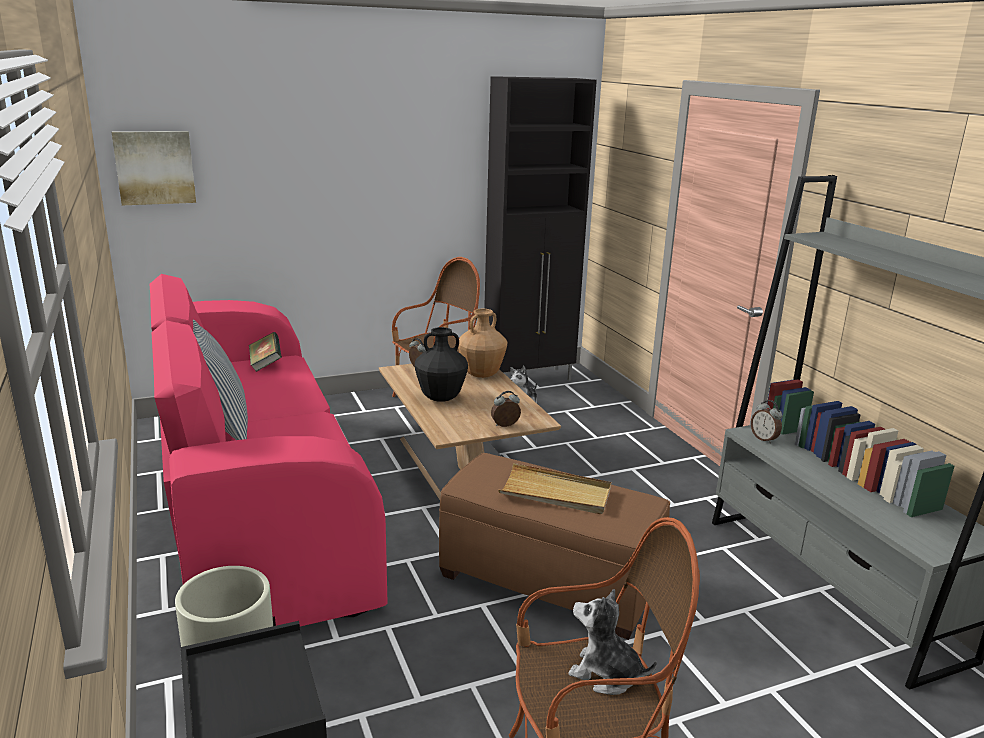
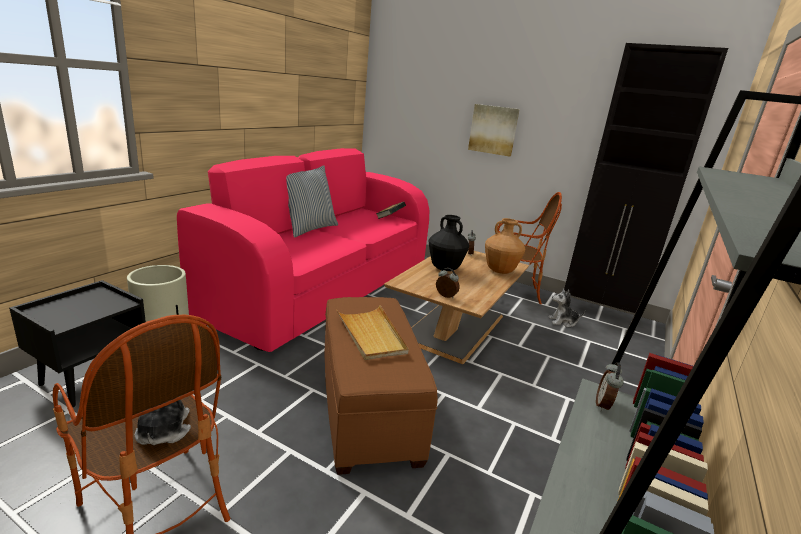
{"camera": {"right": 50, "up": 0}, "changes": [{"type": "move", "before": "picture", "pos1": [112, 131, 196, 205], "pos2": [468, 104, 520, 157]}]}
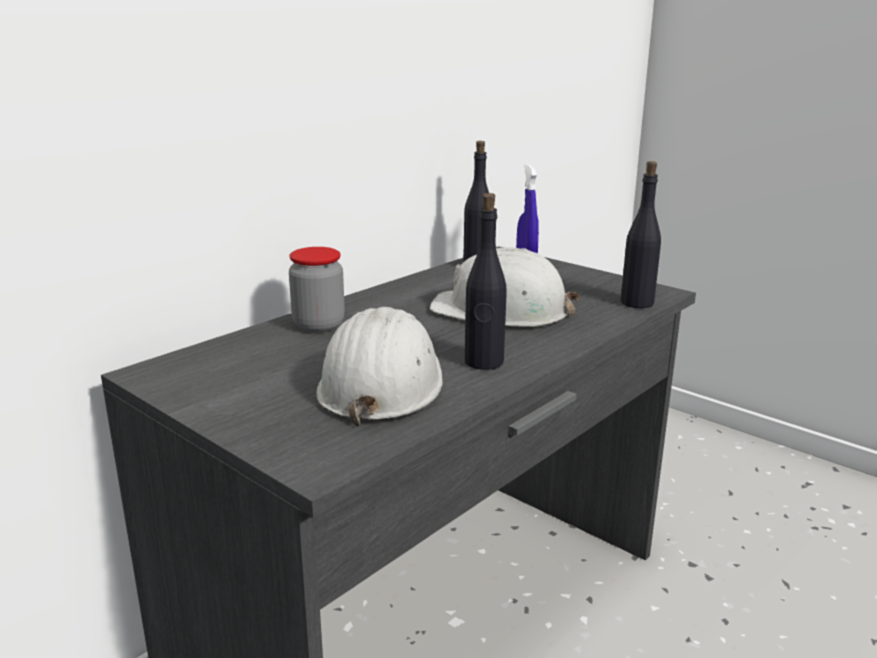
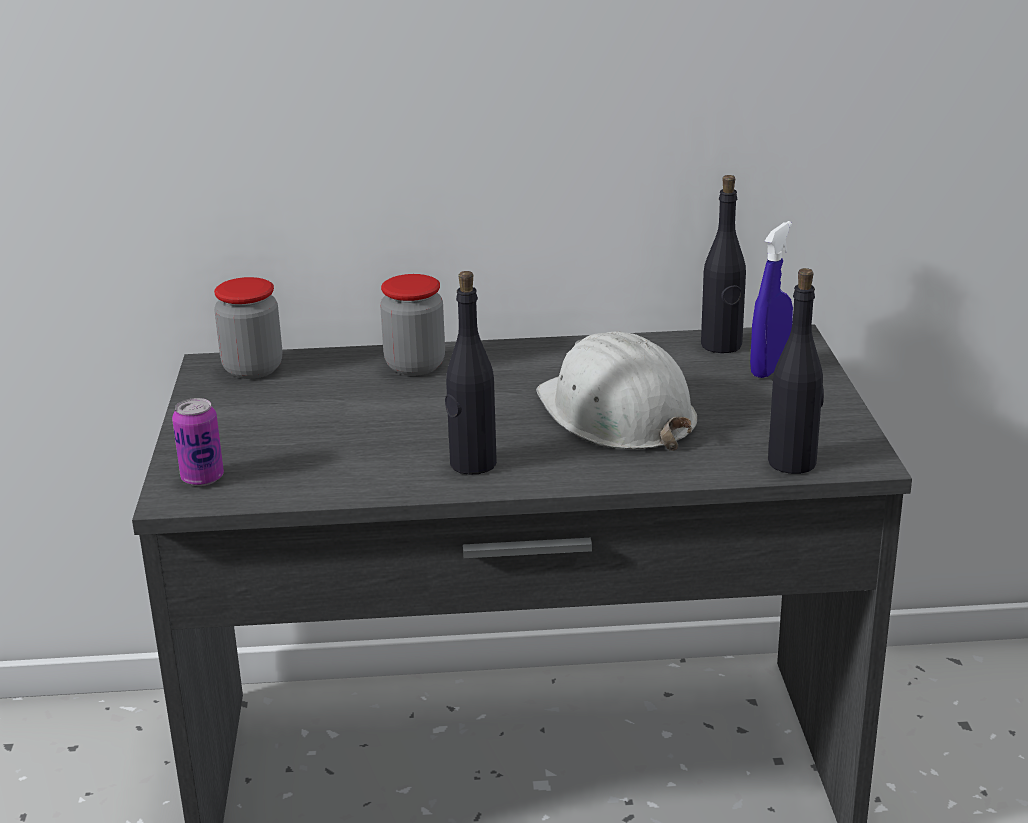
{"camera": {"right": 45, "up": 5}, "changes": [{"type": "delete", "before": "white hard hat", "pos1": [316, 307, 443, 427]}, {"type": "insert", "after": "can", "pos2": [172, 398, 224, 486]}, {"type": "insert", "after": "jar", "pos2": [214, 277, 282, 379]}]}
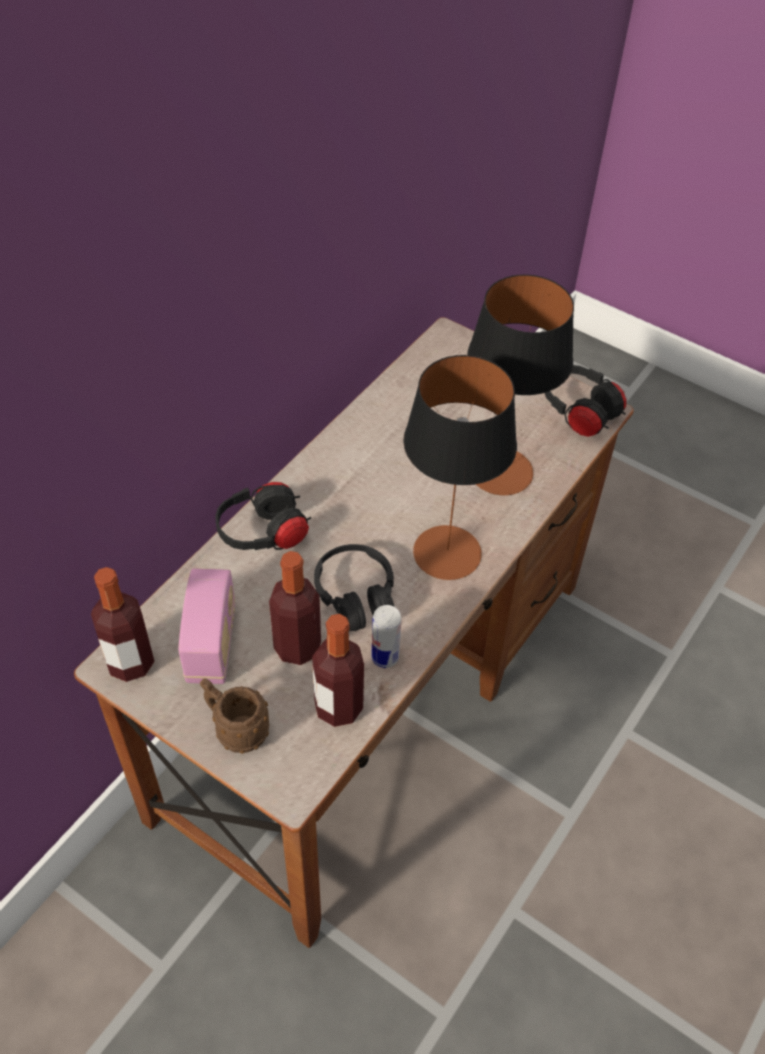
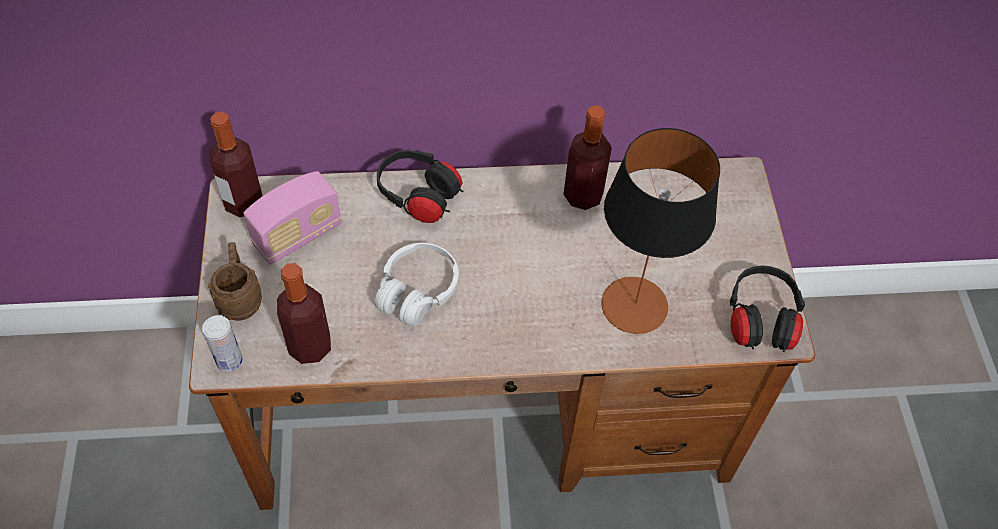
{"camera": {"right": 50, "up": 5}, "changes": [{"type": "delete", "before": "table lamp", "pos1": [403, 355, 517, 580]}, {"type": "move", "before": "bottle", "pos1": [269, 551, 321, 665], "pos2": [563, 105, 612, 210]}, {"type": "move", "before": "can", "pos1": [371, 605, 402, 668], "pos2": [202, 315, 243, 372]}, {"type": "recolor", "before": "black headphones", "after": "white headphones", "pos1": [314, 544, 394, 631], "pos2": [374, 243, 459, 326]}]}
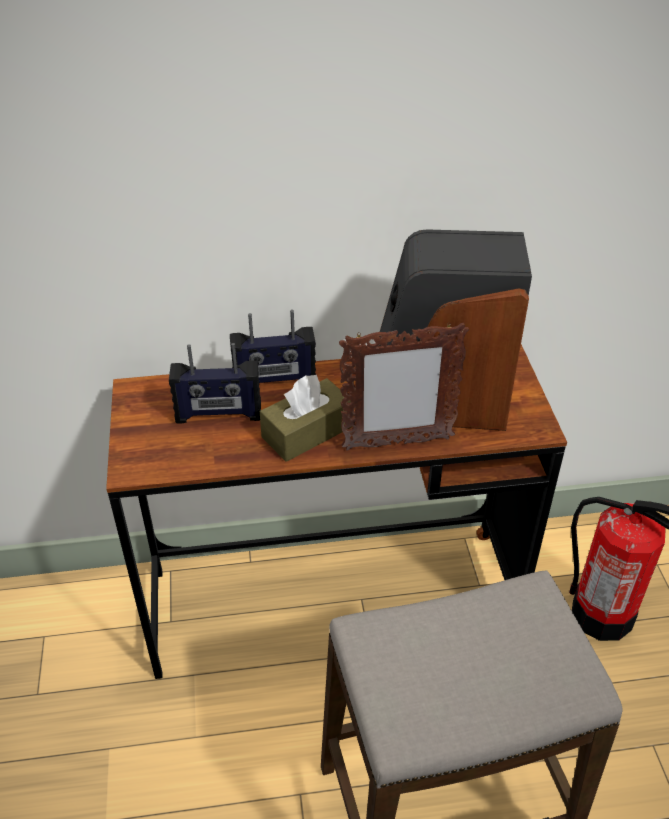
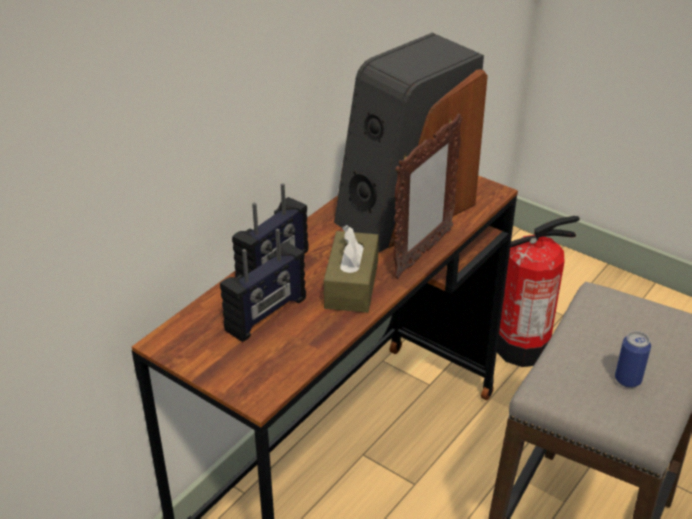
{"camera": {"right": -45, "up": -5}, "changes": [{"type": "insert", "after": "can", "pos2": [615, 331, 651, 388]}]}
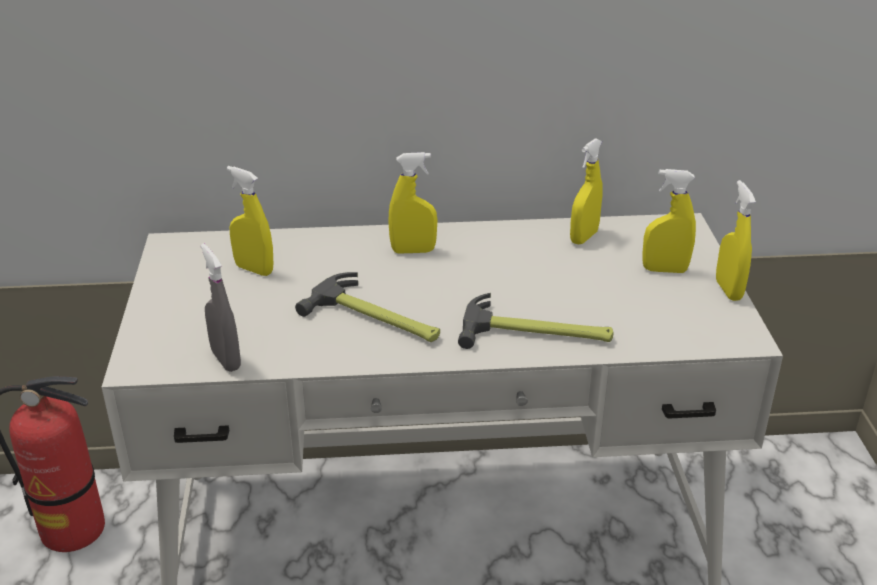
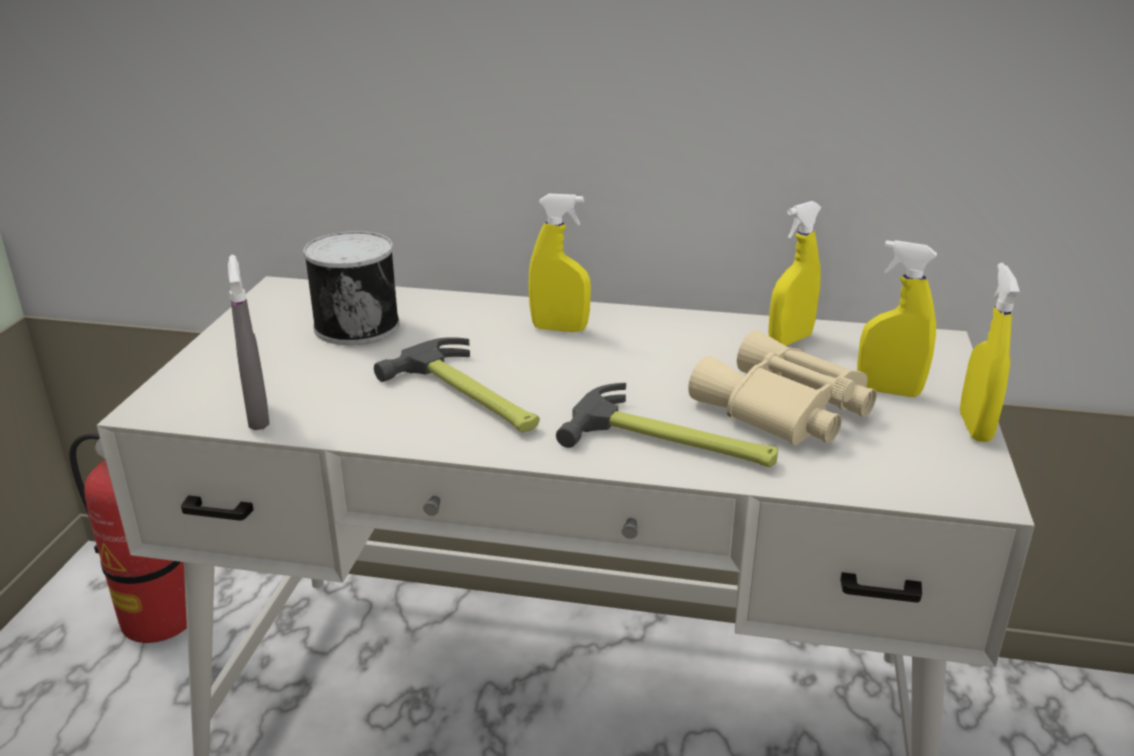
{"camera": {"right": 15, "up": -5}, "changes": [{"type": "insert", "after": "beige binoculars", "pos2": [688, 330, 876, 445]}, {"type": "replace", "before": "yellow spray bottle", "after": "can", "pos1": [227, 166, 273, 276], "pos2": [303, 231, 399, 345]}]}
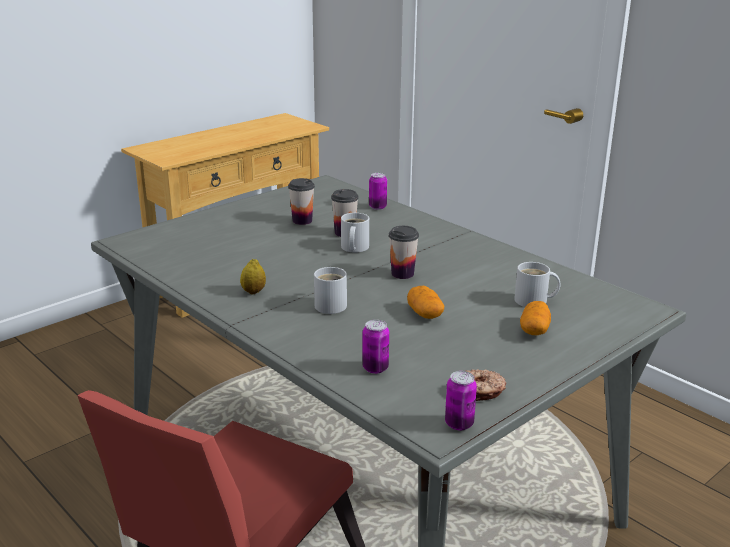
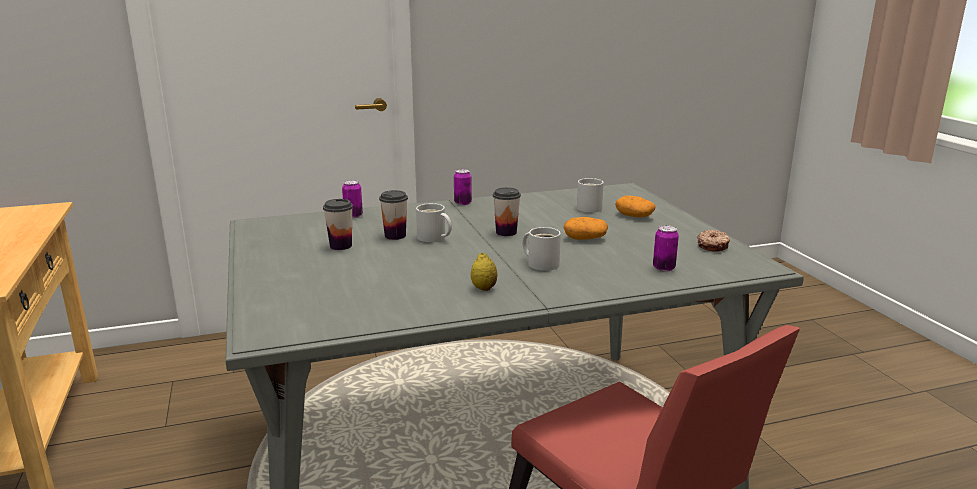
{"camera": {"right": -65, "up": -5}, "changes": [{"type": "move", "before": "can", "pos1": [445, 371, 477, 430], "pos2": [454, 169, 472, 205]}]}
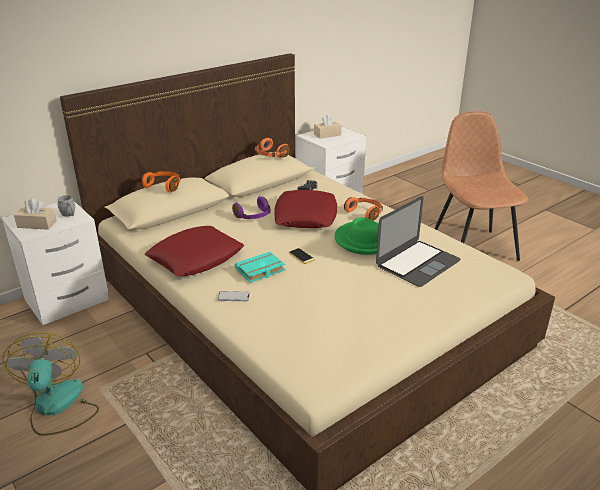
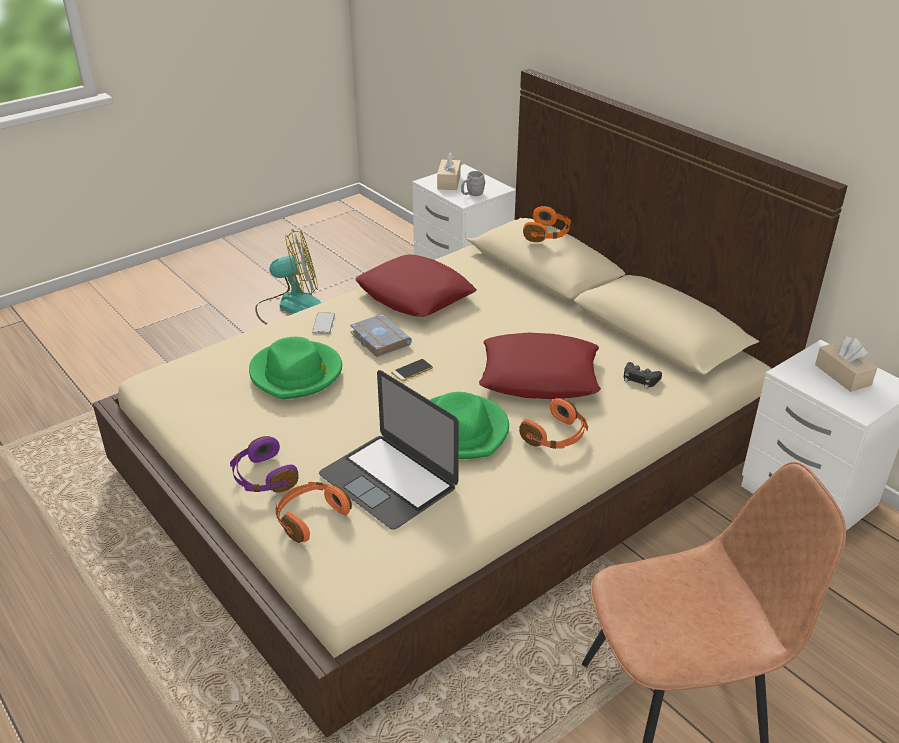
{"camera": {"right": 90, "up": 5}, "changes": [{"type": "insert", "after": "green hat", "pos2": [249, 337, 342, 399]}, {"type": "move", "before": "purple headphones", "pos1": [232, 196, 271, 219], "pos2": [230, 436, 298, 493]}, {"type": "move", "before": "orange headphones", "pos1": [255, 138, 290, 158], "pos2": [275, 482, 352, 543]}, {"type": "recolor", "before": "turquoise book", "after": "grey book", "pos1": [235, 252, 285, 283], "pos2": [350, 314, 412, 357]}]}
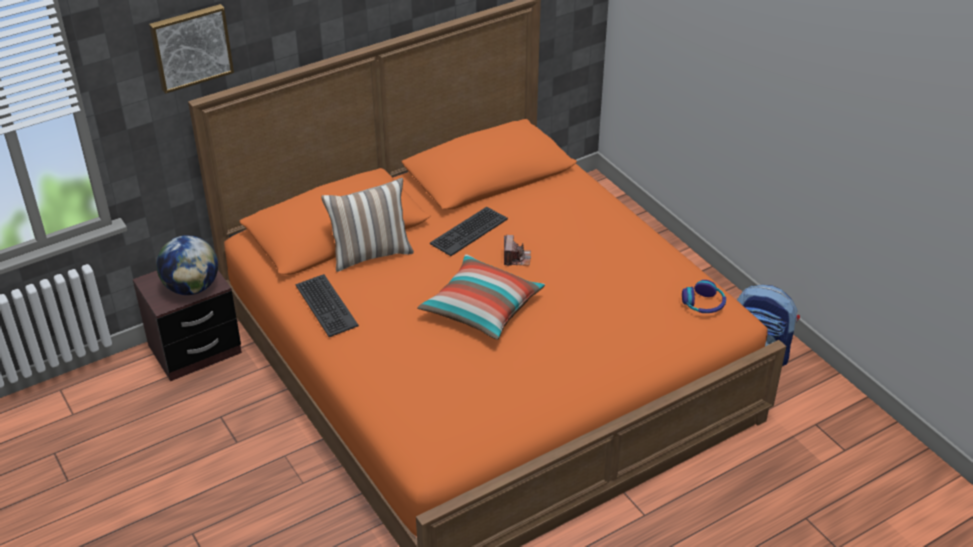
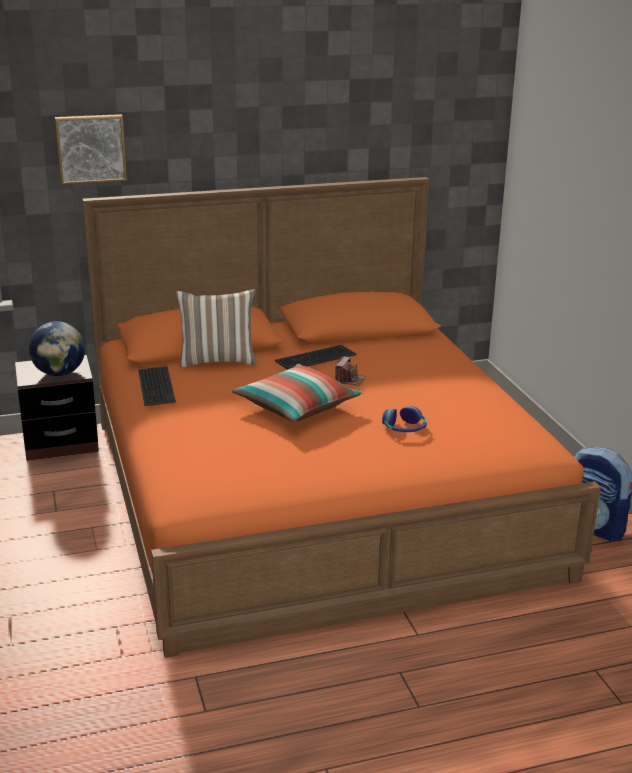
{"camera": {"right": 15, "up": -15}, "changes": [{"type": "move", "before": "headphones", "pos1": [682, 280, 726, 313], "pos2": [382, 406, 427, 432]}]}
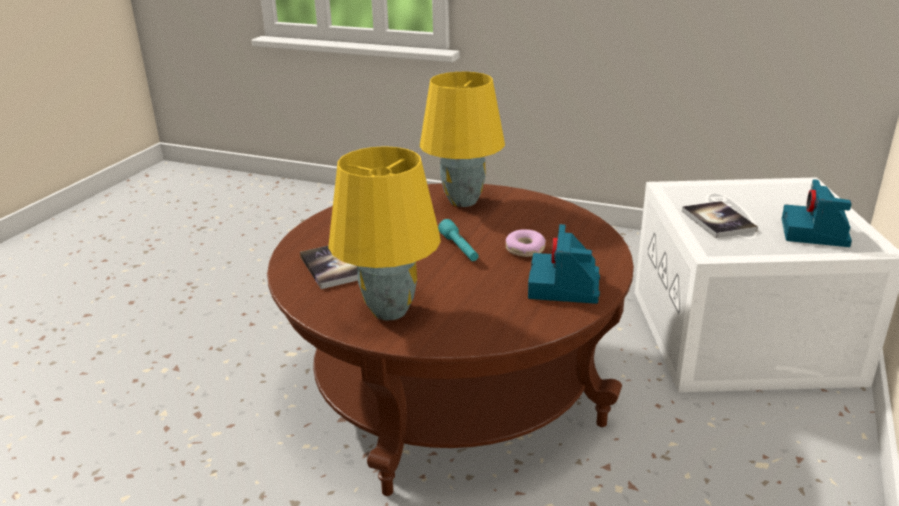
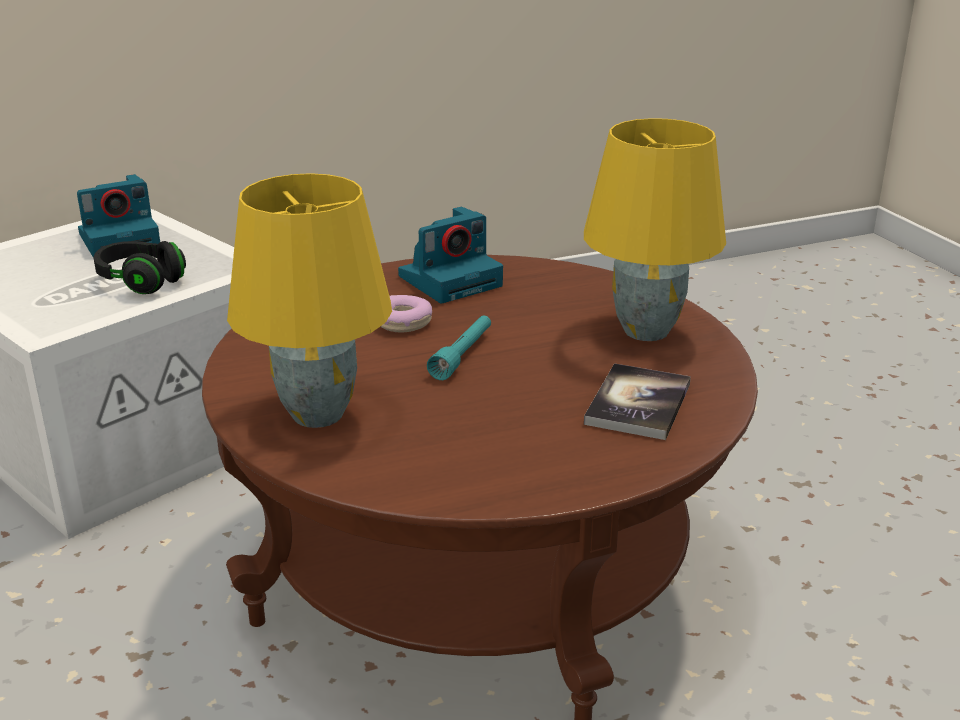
{"camera": {"right": -135, "up": 0}, "changes": [{"type": "replace", "before": "book", "after": "black headphones", "pos1": [682, 201, 758, 238], "pos2": [94, 241, 186, 294]}]}
